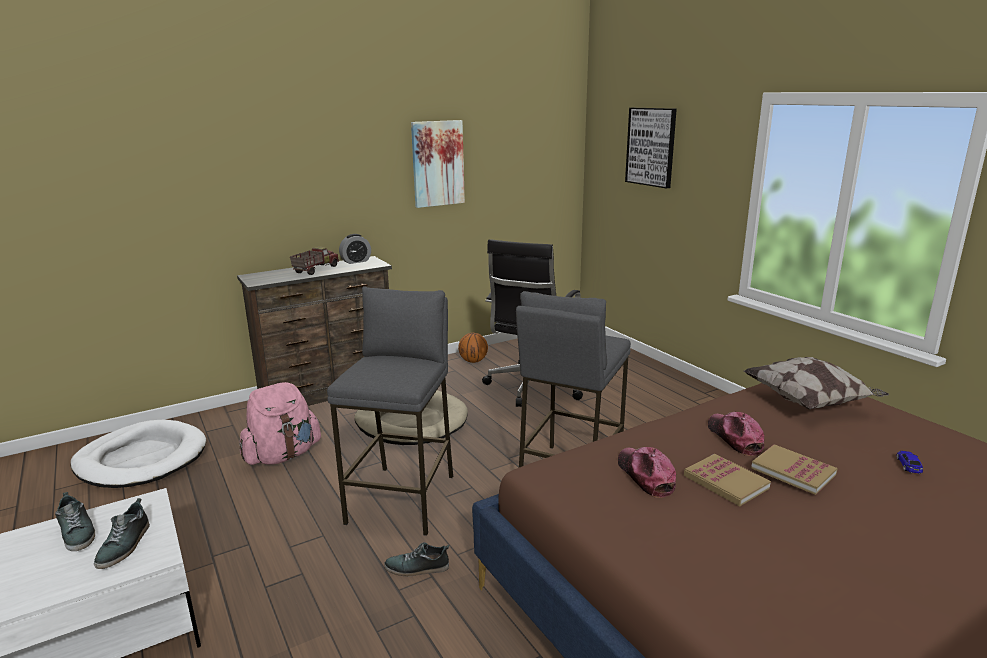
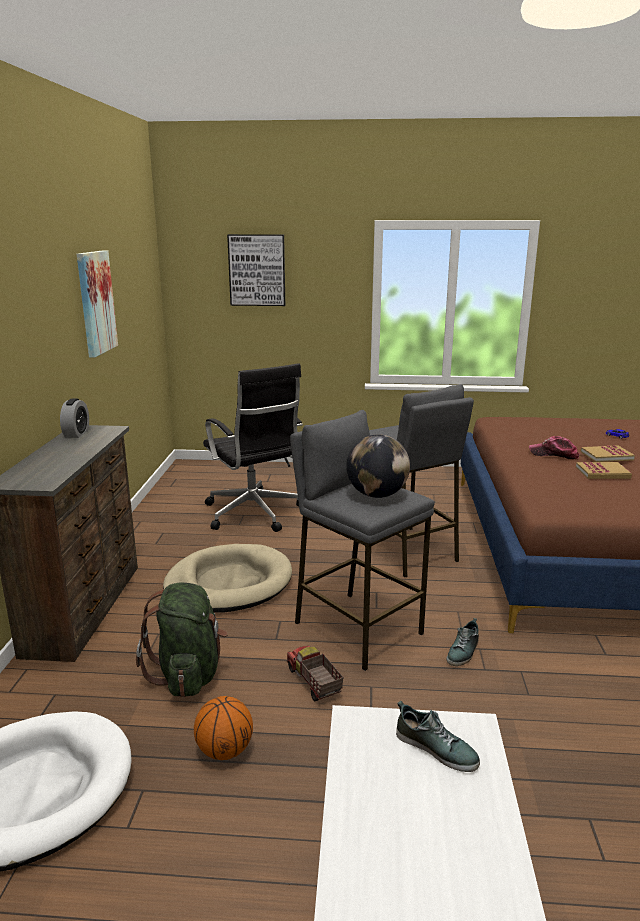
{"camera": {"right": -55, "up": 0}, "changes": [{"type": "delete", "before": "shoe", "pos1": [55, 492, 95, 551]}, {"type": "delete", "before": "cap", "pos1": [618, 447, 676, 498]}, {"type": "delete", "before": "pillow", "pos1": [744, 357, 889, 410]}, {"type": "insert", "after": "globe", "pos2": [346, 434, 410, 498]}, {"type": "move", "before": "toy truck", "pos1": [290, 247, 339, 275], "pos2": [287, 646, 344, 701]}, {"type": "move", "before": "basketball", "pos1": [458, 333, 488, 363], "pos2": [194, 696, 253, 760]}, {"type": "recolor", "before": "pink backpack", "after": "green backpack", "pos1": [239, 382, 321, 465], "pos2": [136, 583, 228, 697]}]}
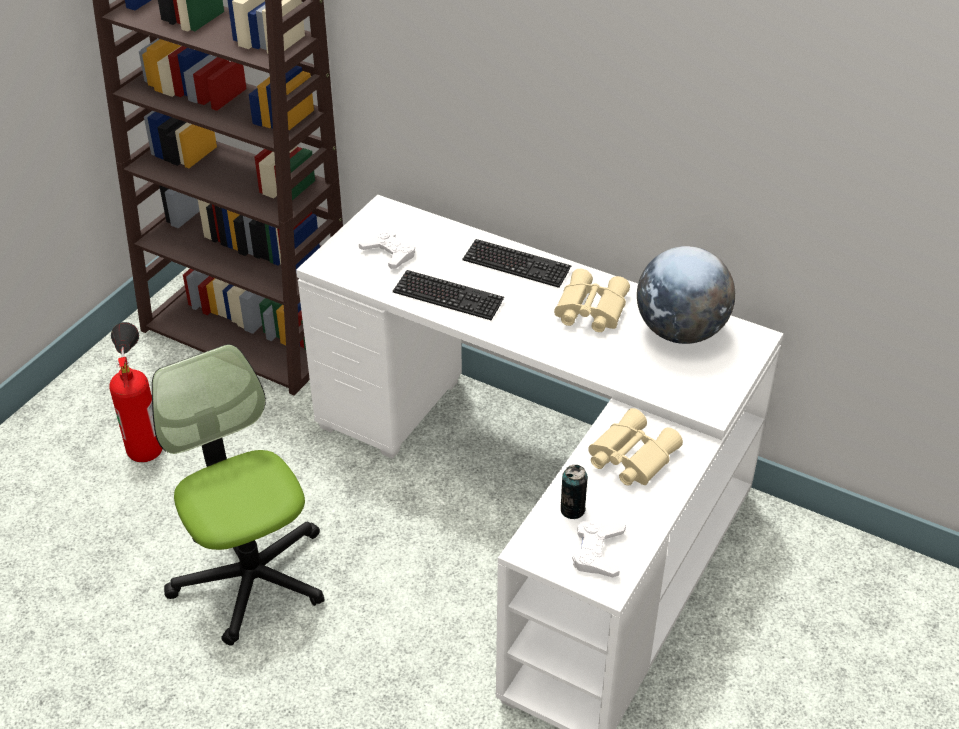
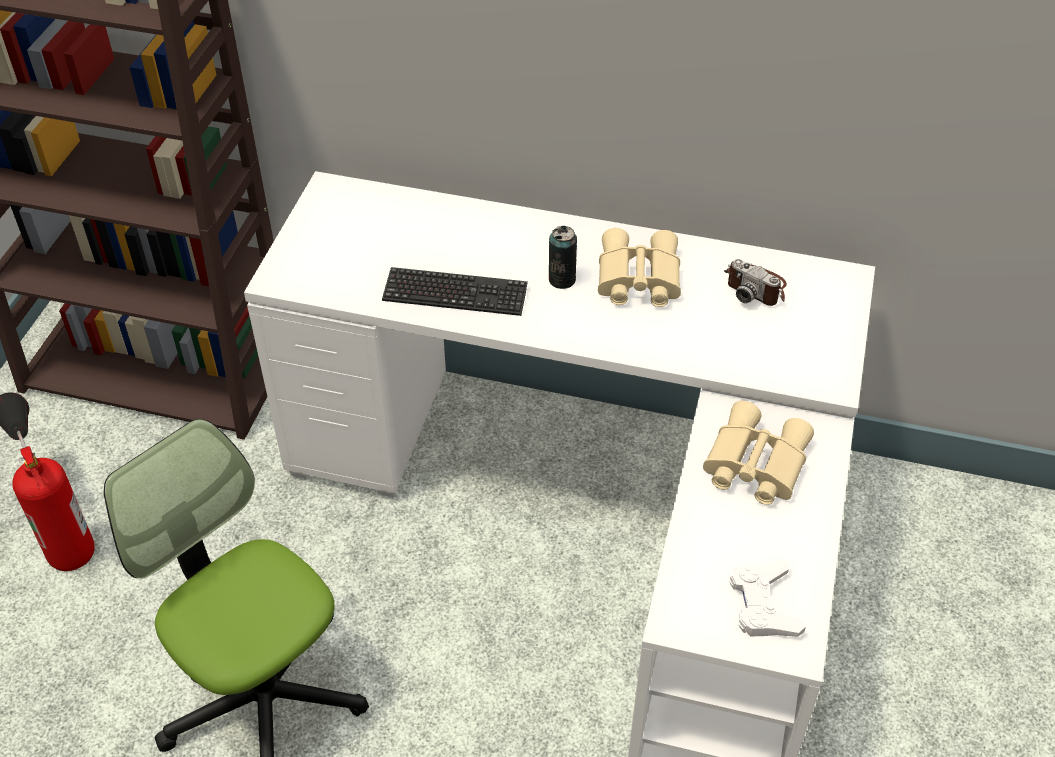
{"camera": {"right": -15, "up": 5}, "changes": [{"type": "delete", "before": "white game controller", "pos1": [359, 230, 415, 269]}, {"type": "delete", "before": "keyboard", "pos1": [463, 239, 571, 288]}, {"type": "move", "before": "can", "pos1": [561, 465, 588, 519], "pos2": [549, 226, 577, 289]}, {"type": "replace", "before": "globe", "after": "photo camera", "pos1": [637, 246, 735, 344], "pos2": [724, 259, 787, 306]}]}
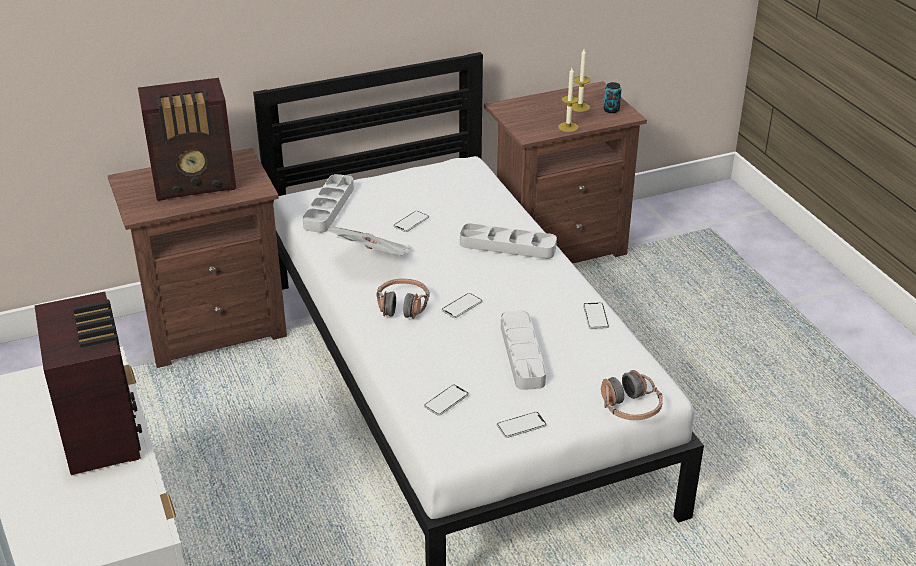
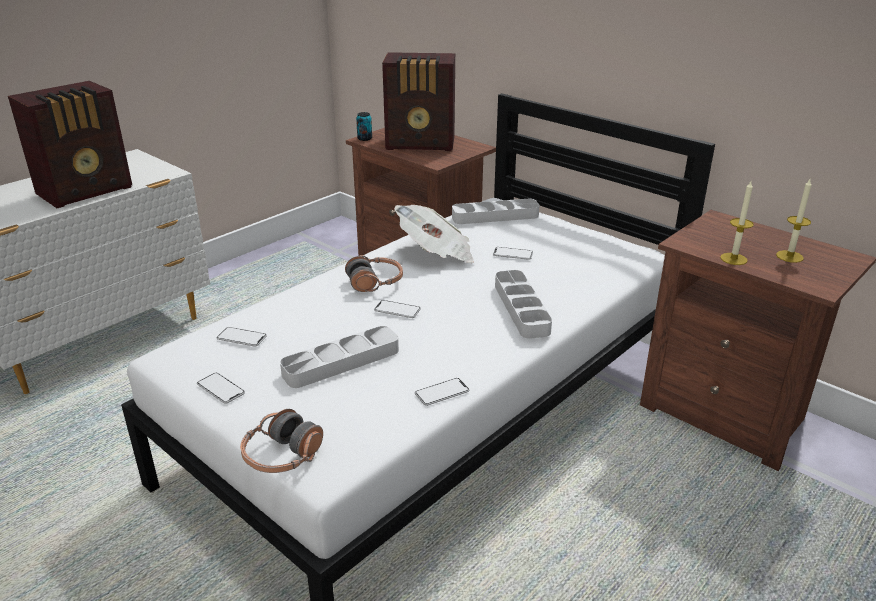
{"camera": {"right": 65, "up": -5}, "changes": [{"type": "move", "before": "can", "pos1": [604, 82, 621, 113], "pos2": [356, 112, 372, 141]}, {"type": "rotate", "before": "radio", "pos1": [138, 78, 236, 201], "pos2": [382, 52, 455, 151], "turn": -45}]}
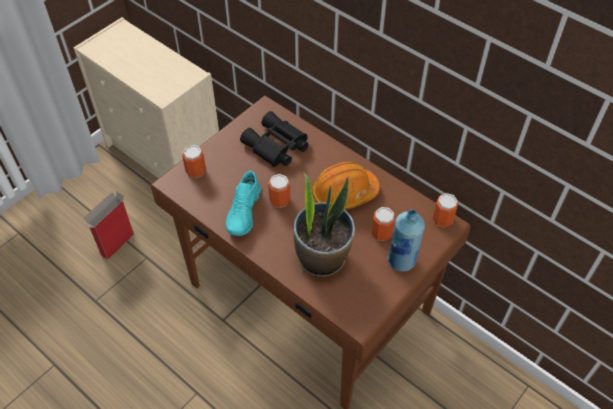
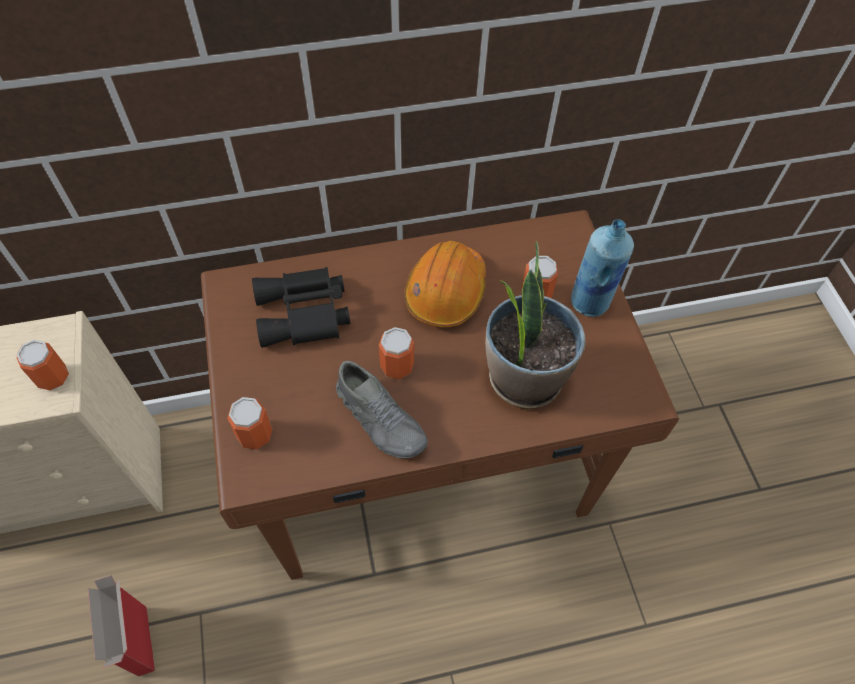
{"camera": {"right": -55, "up": 5}, "changes": [{"type": "move", "before": "can", "pos1": [433, 193, 458, 228], "pos2": [16, 340, 69, 390]}, {"type": "recolor", "before": "turquoise shoe", "after": "grey shoe", "pos1": [226, 171, 261, 236], "pos2": [336, 361, 428, 458]}]}
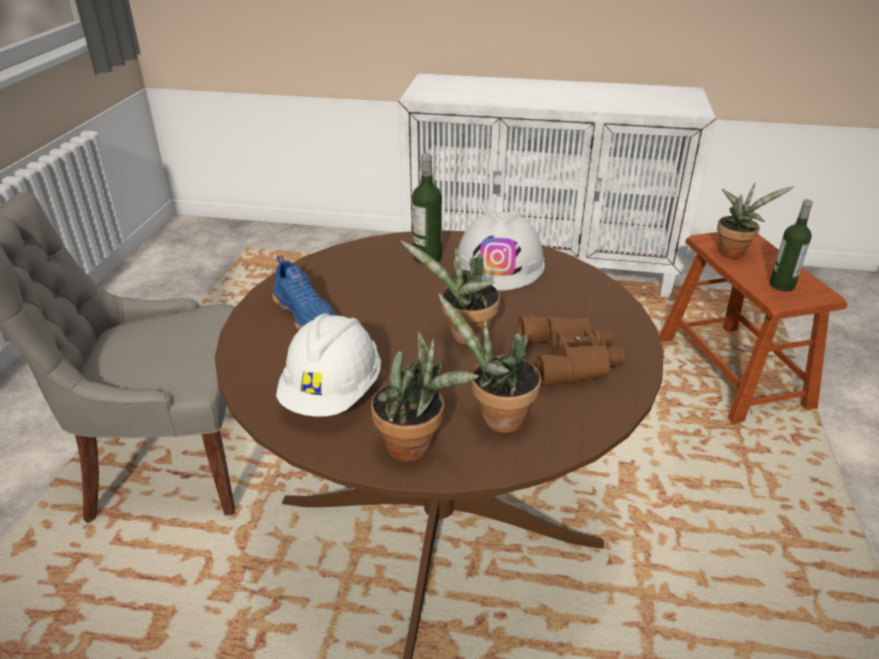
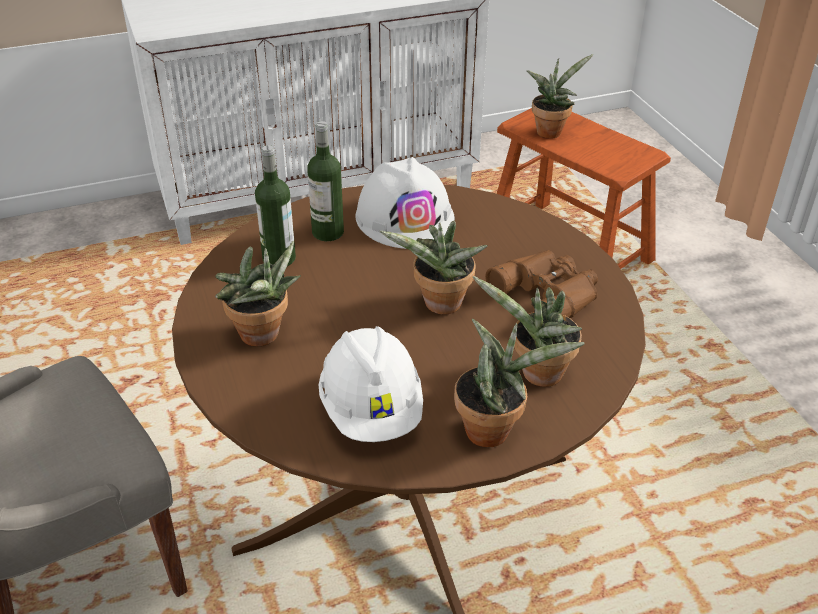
{"camera": {"right": -30, "up": 5}, "changes": [{"type": "move", "before": "bottle", "pos1": [769, 199, 813, 291], "pos2": [255, 145, 296, 266]}, {"type": "replace", "before": "blue shoe", "after": "potted plant", "pos1": [273, 255, 336, 330], "pos2": [215, 241, 301, 347]}]}
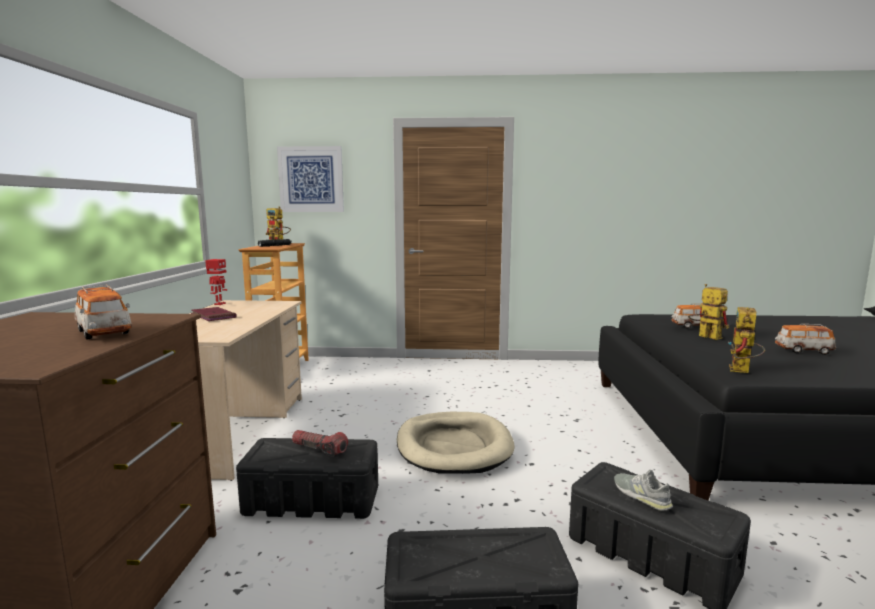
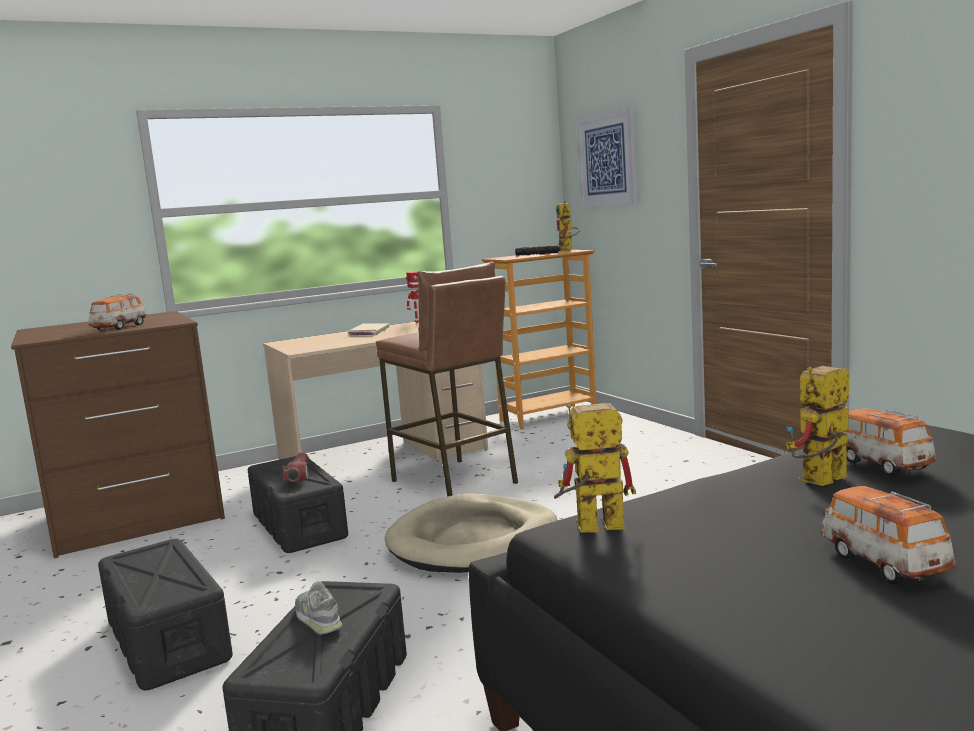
{"camera": {"right": 60, "up": 0}, "changes": [{"type": "insert", "after": "brown stool", "pos2": [376, 262, 518, 497]}, {"type": "recolor", "before": "red book", "after": "beige book", "pos1": [191, 307, 237, 321], "pos2": [347, 323, 389, 336]}, {"type": "rotate", "before": "grey shoe", "pos1": [614, 470, 673, 510], "pos2": [295, 582, 343, 634], "turn": -60}, {"type": "rotate", "before": "toy robot", "pos1": [688, 284, 729, 340], "pos2": [786, 366, 849, 486], "turn": -150}]}
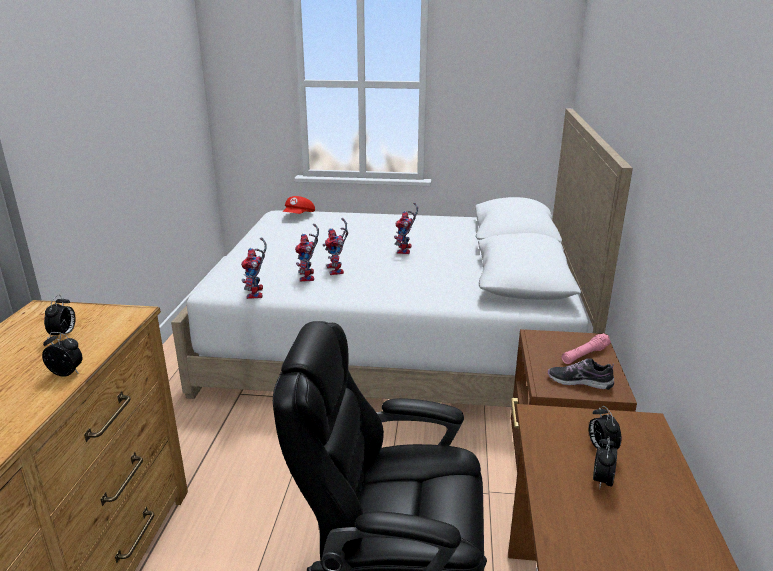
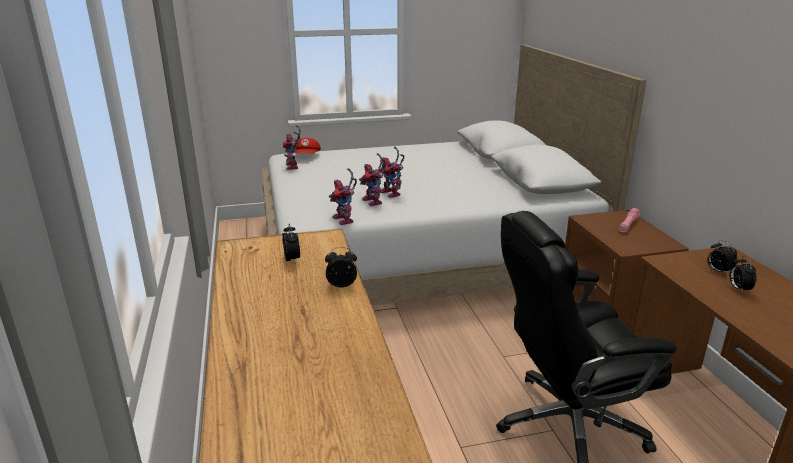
{"camera": {"right": -20, "up": 0}, "changes": [{"type": "delete", "before": "shoe", "pos1": [548, 358, 614, 390]}, {"type": "move", "before": "toy robot", "pos1": [394, 202, 418, 254], "pos2": [283, 125, 300, 170]}]}
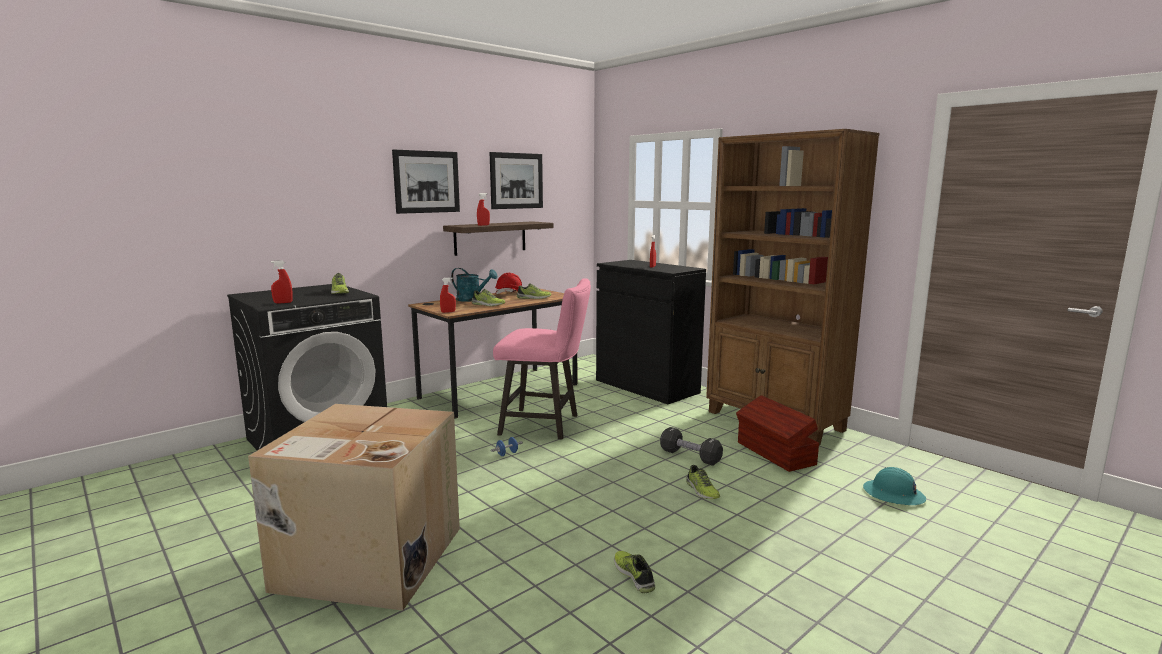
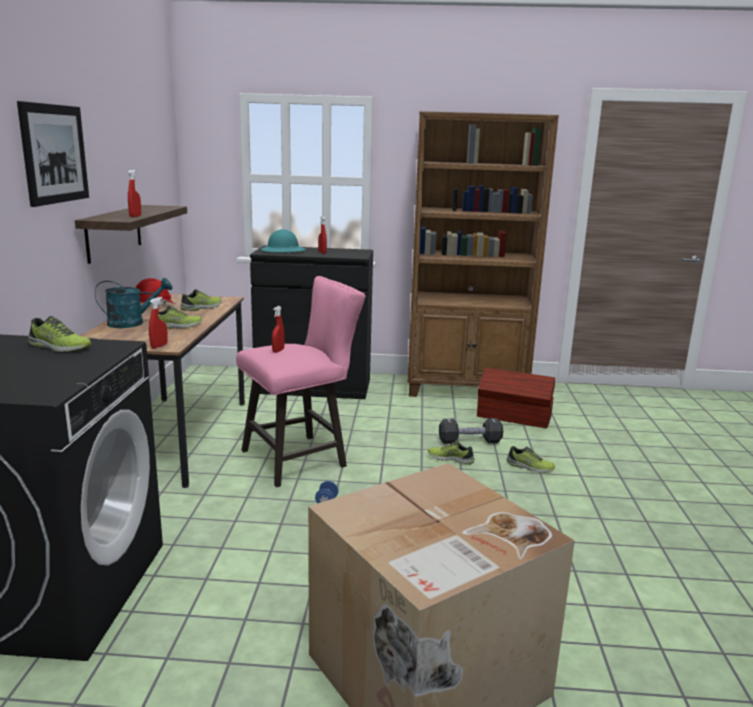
{"camera": {"right": -45, "up": 5}, "changes": [{"type": "delete", "before": "picture", "pos1": [490, 152, 543, 209]}, {"type": "move", "before": "red spray bottle", "pos1": [271, 261, 293, 303], "pos2": [272, 306, 284, 353]}, {"type": "move", "before": "shoe", "pos1": [614, 551, 655, 593], "pos2": [428, 441, 475, 464]}, {"type": "move", "before": "turquoise hard hat", "pos1": [863, 467, 926, 505], "pos2": [261, 229, 305, 254]}]}
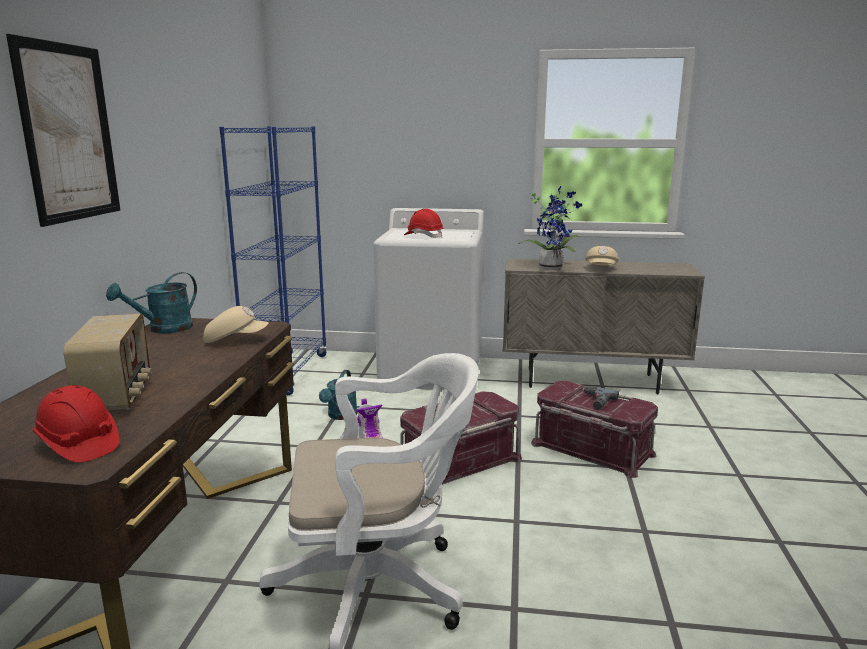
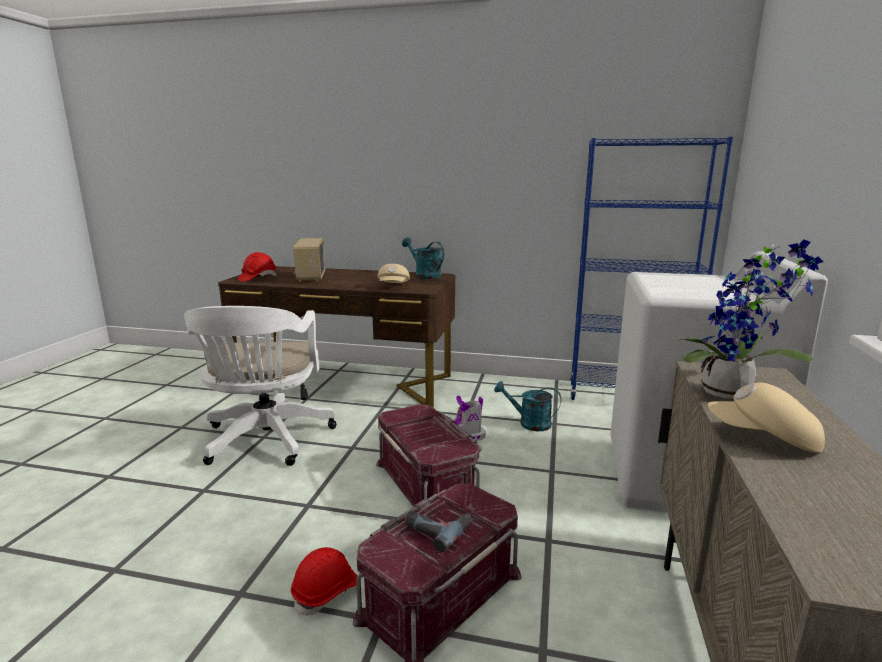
{"camera": {"right": 95, "up": 0}, "changes": [{"type": "delete", "before": "picture", "pos1": [6, 34, 120, 227]}, {"type": "move", "before": "red hard hat", "pos1": [404, 209, 443, 238], "pos2": [291, 547, 358, 617]}, {"type": "rotate", "before": "radio", "pos1": [63, 314, 152, 410], "pos2": [293, 238, 325, 282], "turn": 90}]}
